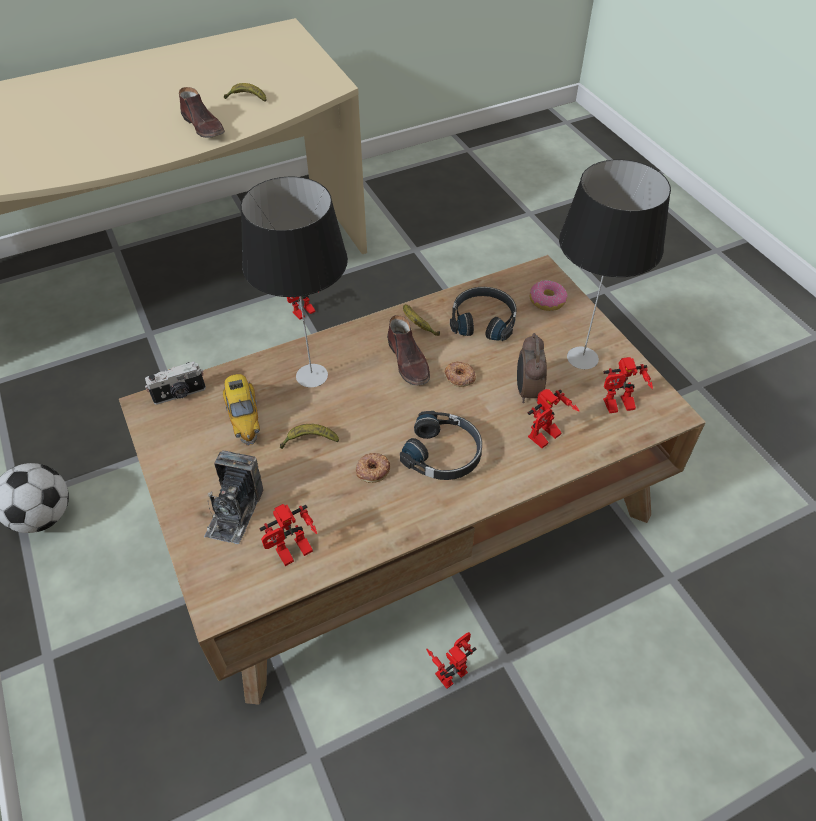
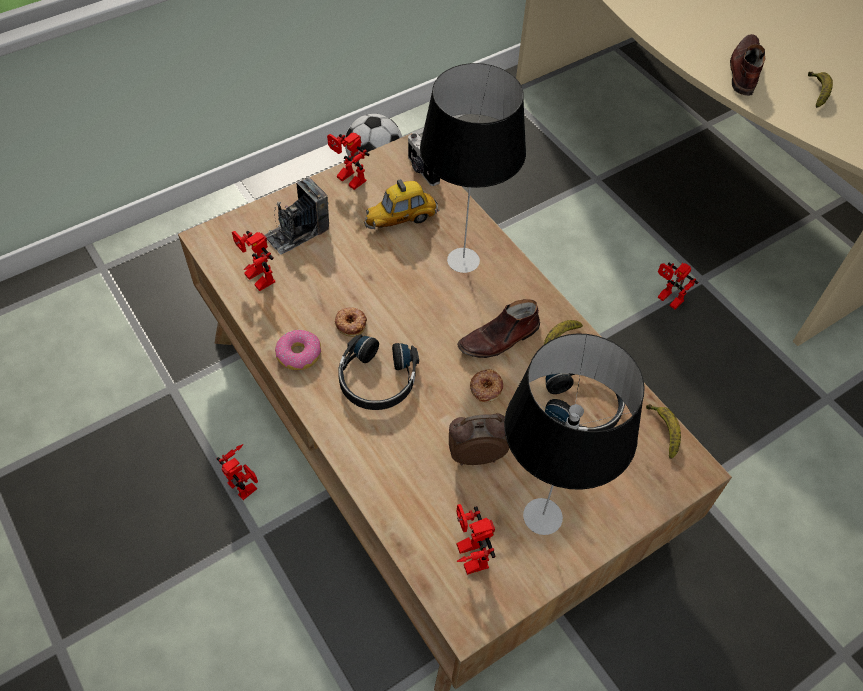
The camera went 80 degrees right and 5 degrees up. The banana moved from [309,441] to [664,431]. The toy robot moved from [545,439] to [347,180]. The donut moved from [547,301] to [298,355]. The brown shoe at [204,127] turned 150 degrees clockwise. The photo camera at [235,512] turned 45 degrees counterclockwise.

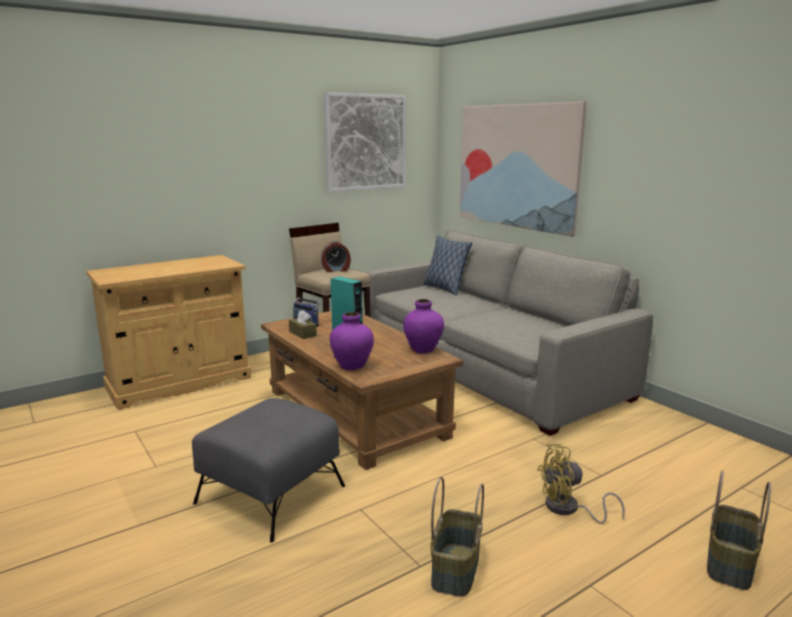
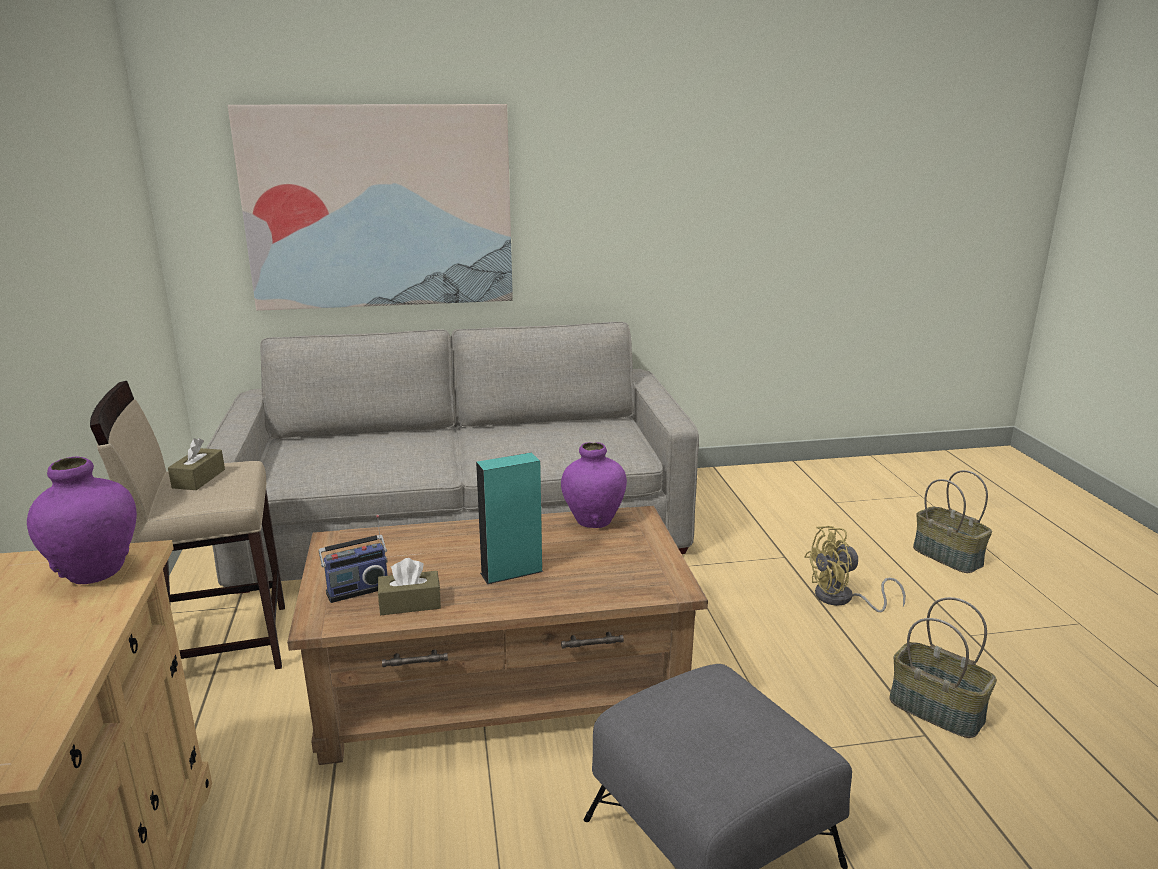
The camera went 65 degrees left and 5 degrees up. The picture at [365,142] disappeared. The pillow at [445,289] disappeared. The purple vase moved from [352,366] to [96,571]. The alarm clock at [336,270] was replaced by the brown tissue box at [199,478]. The yellow fan at [568,509] turned 60 degrees clockwise.

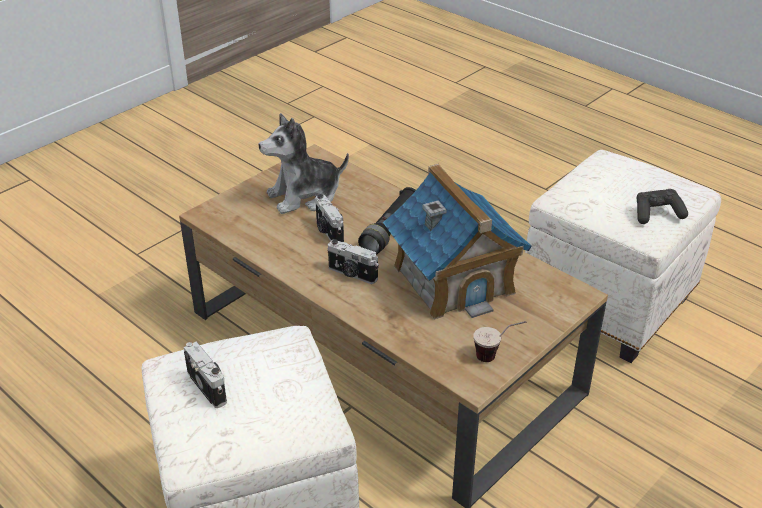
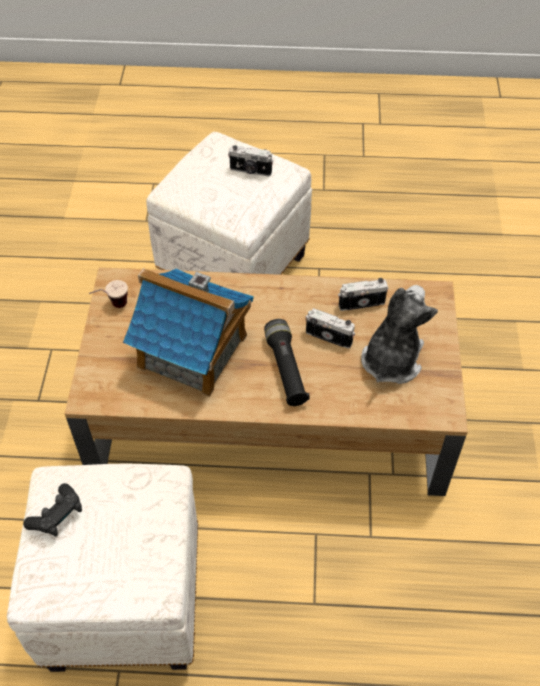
The camera went 140 degrees right and 15 degrees up. The photo camera moved from [352,274] to [361,302].

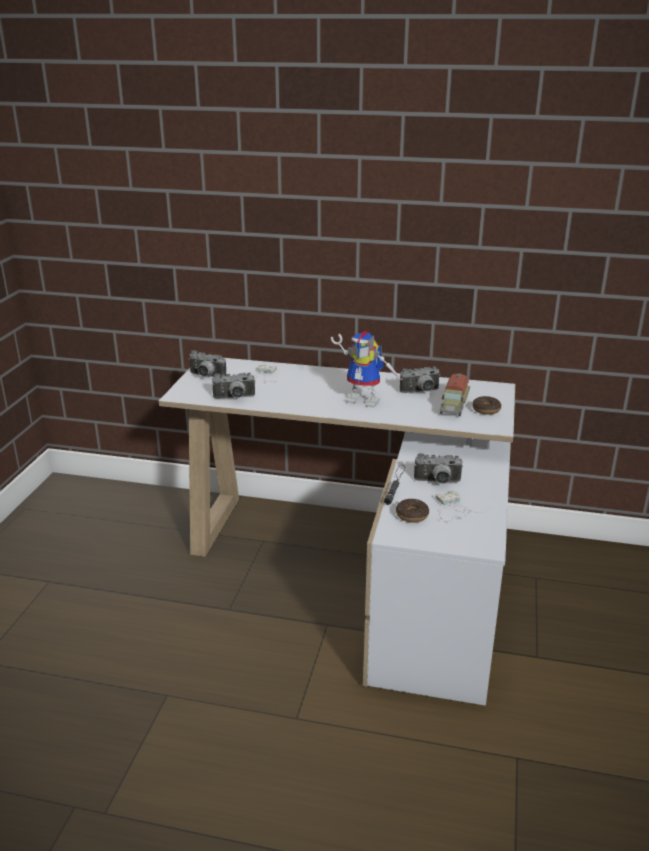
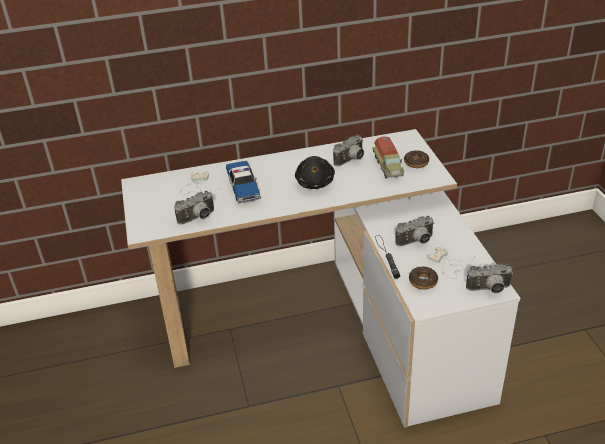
The camera went 25 degrees left and 10 degrees up. The toy car at [243,187] appeared. The photo camera moved from [206,376] to [489,290]. The toy robot at [366,400] was replaced by the black plush toy at [315,183].

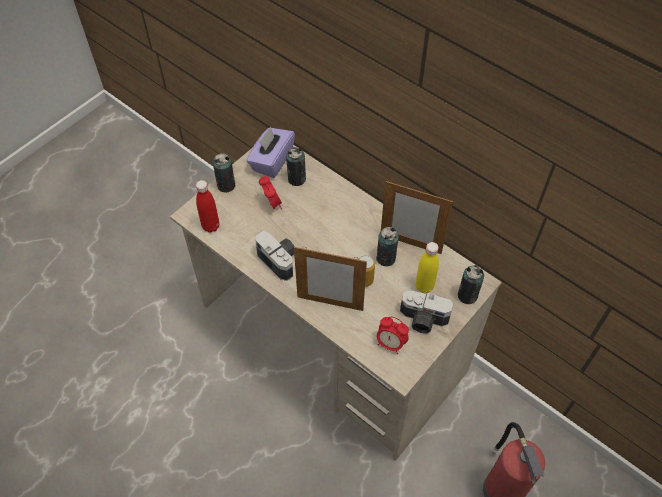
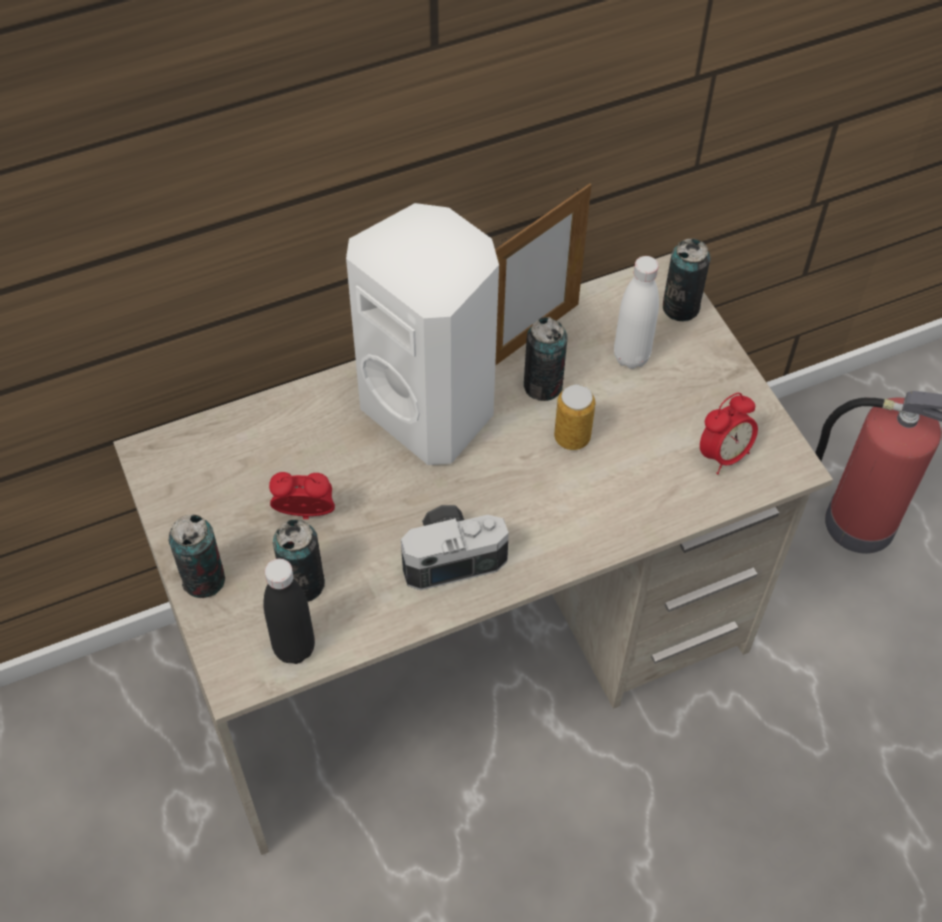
The camera went 65 degrees left and 0 degrees up. The purple tissue box at [272,161] disappeared. The picture frame at [330,303] disappeared. The photo camera at [423,320] disappeared. The white speaker at [431,409] appeared. The can moved from [296,179] to [303,584]. The red bottle at [211,226] became the black bottle at [294,648]. The yellow bottle at [424,286] became the white bottle at [631,356].

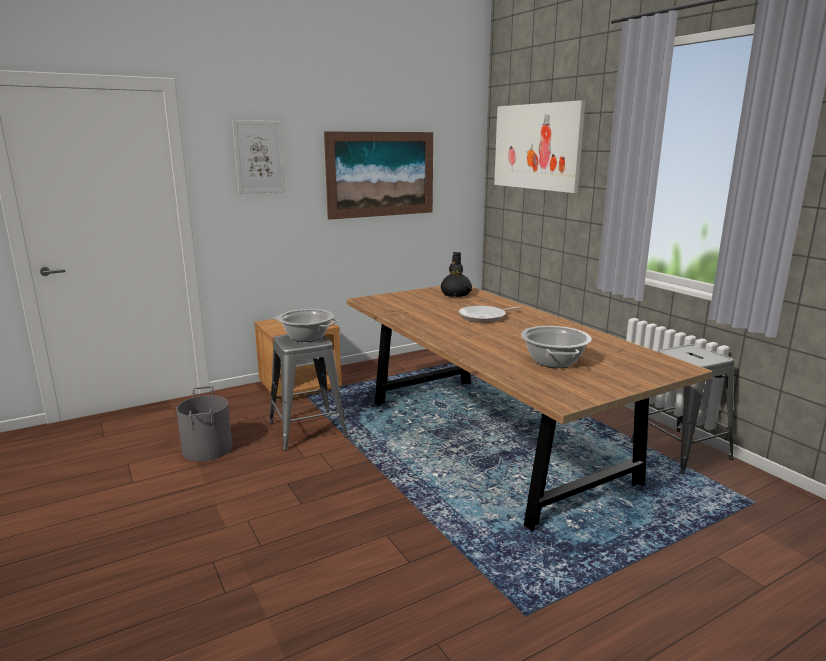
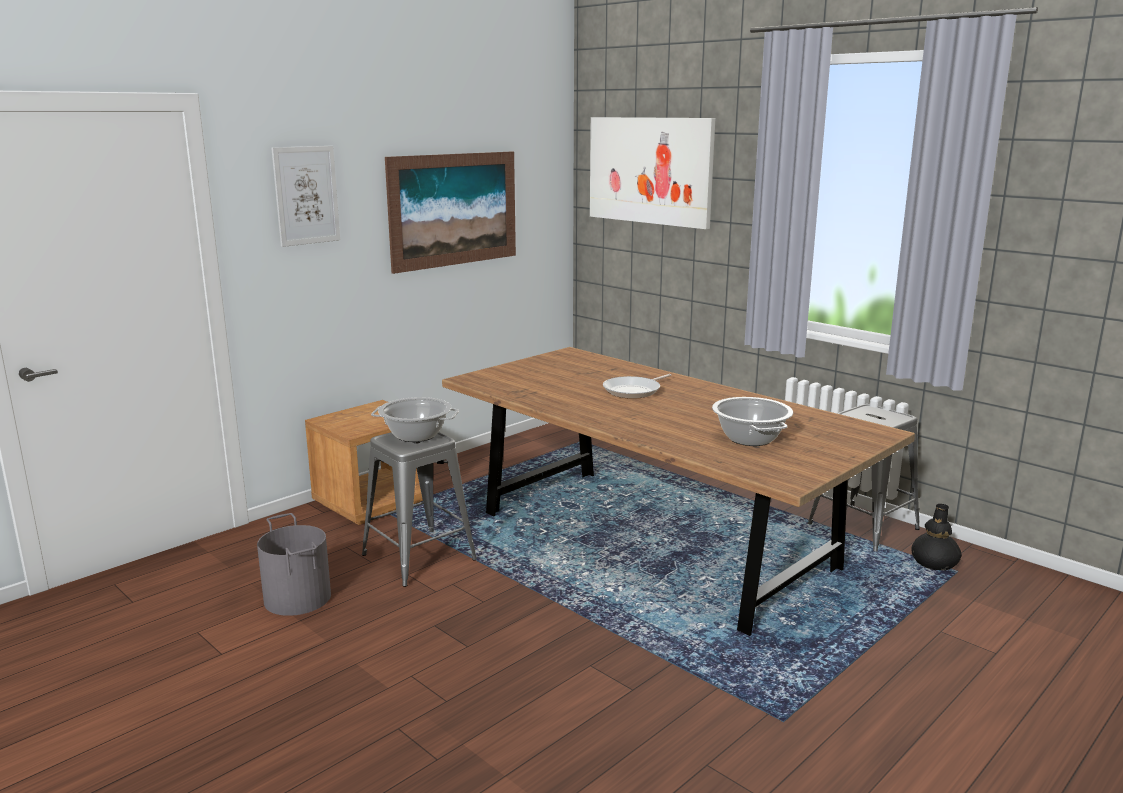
The camera went 15 degrees left and 0 degrees up. The black vase moved from [455,295] to [934,563].

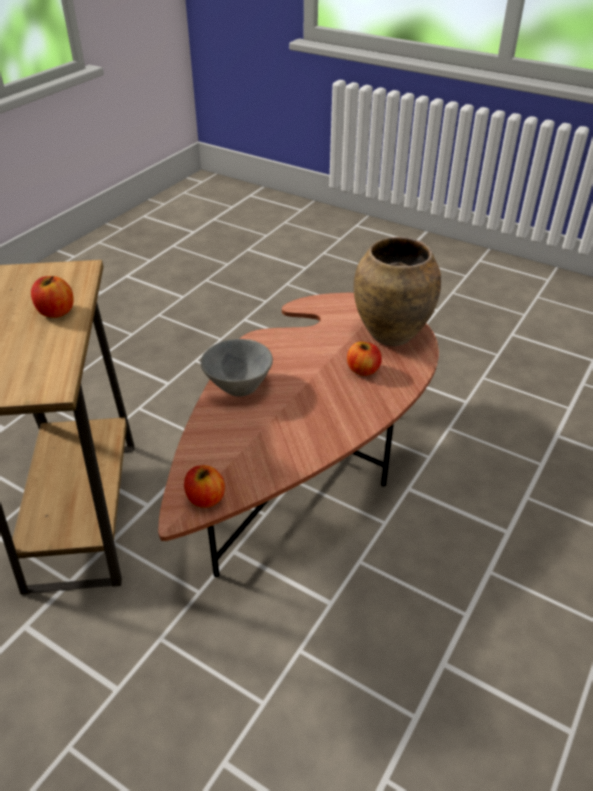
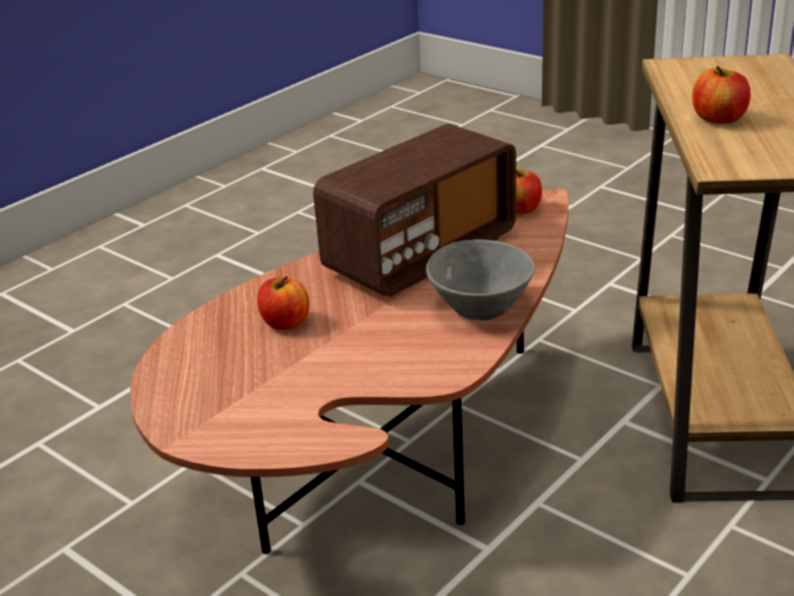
The camera went 170 degrees left and 10 degrees down. The brown vase at [390,334] disappeared. The radio at [420,255] appeared.

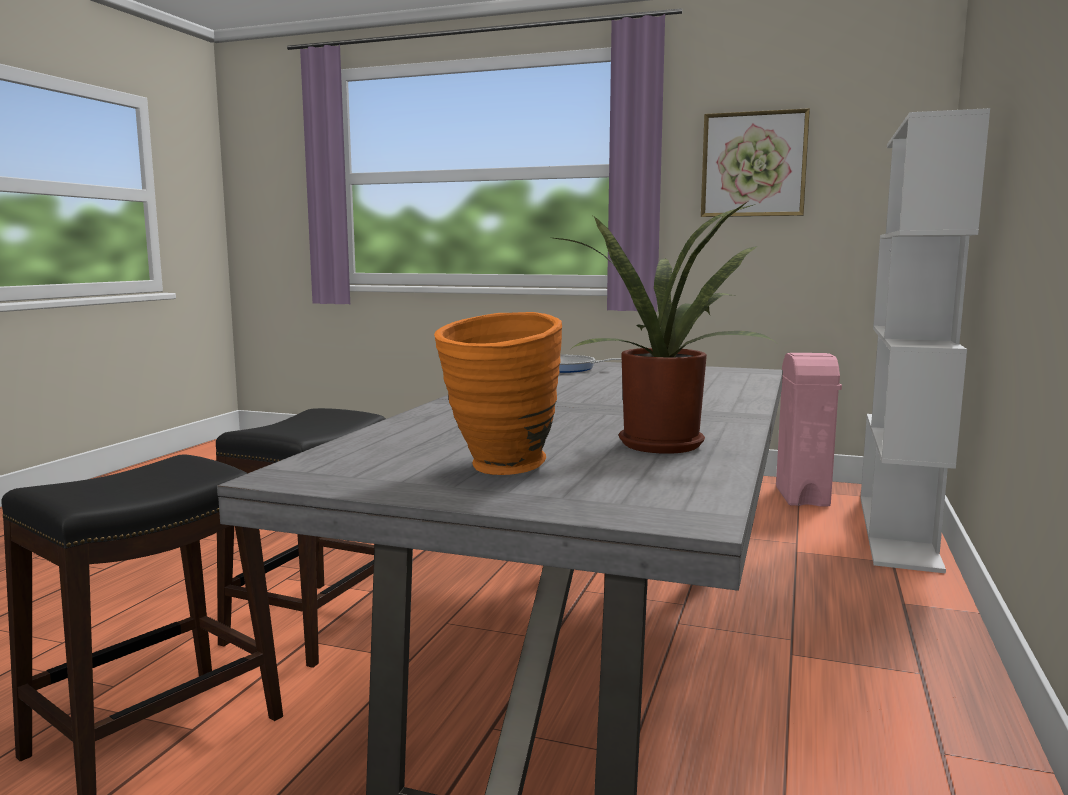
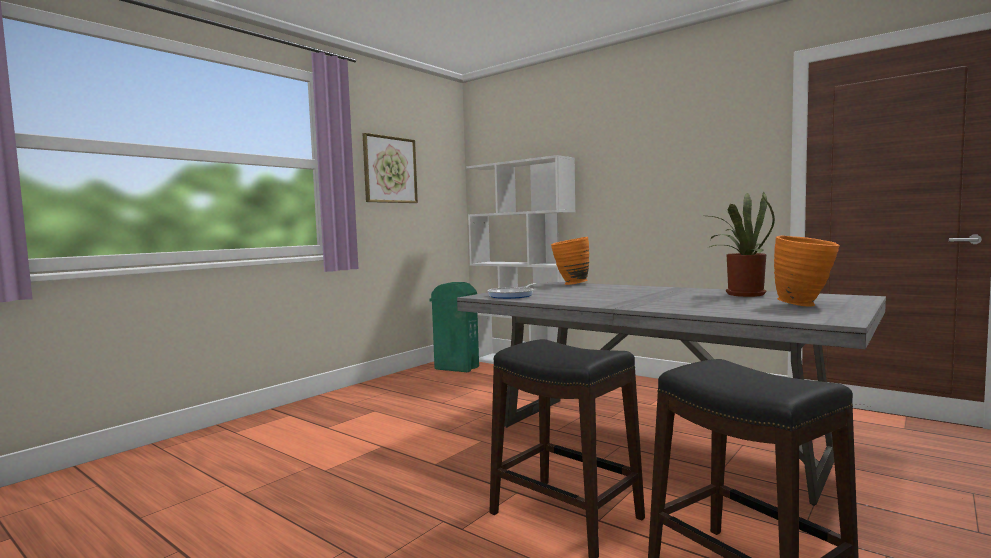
The camera went 70 degrees left and 5 degrees down. The orange vase at [570,284] appeared. The pink trash can at [802,496] became the green trash can at [456,368].

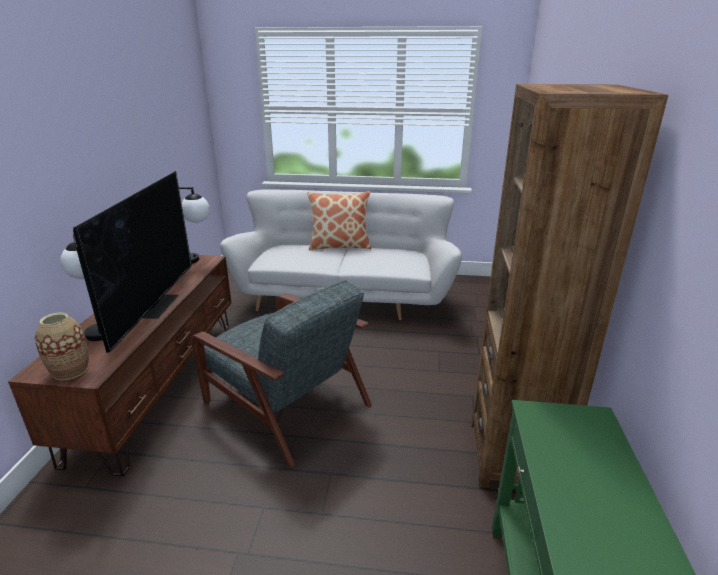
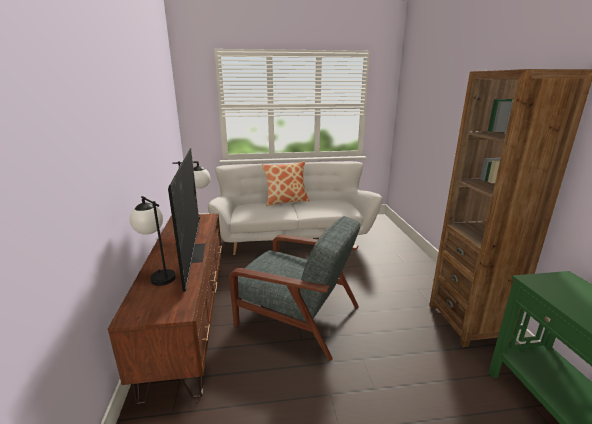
The camera went 15 degrees left and 5 degrees down. The vase at [70,371] disappeared.

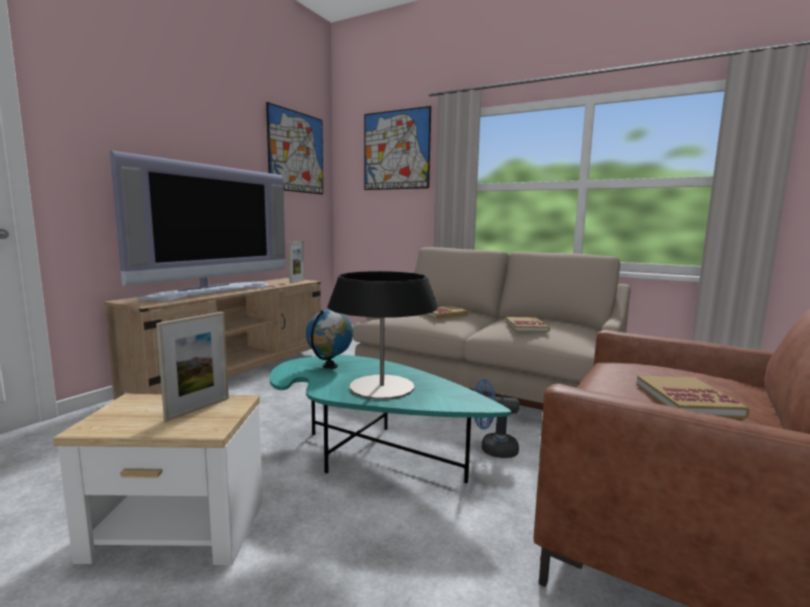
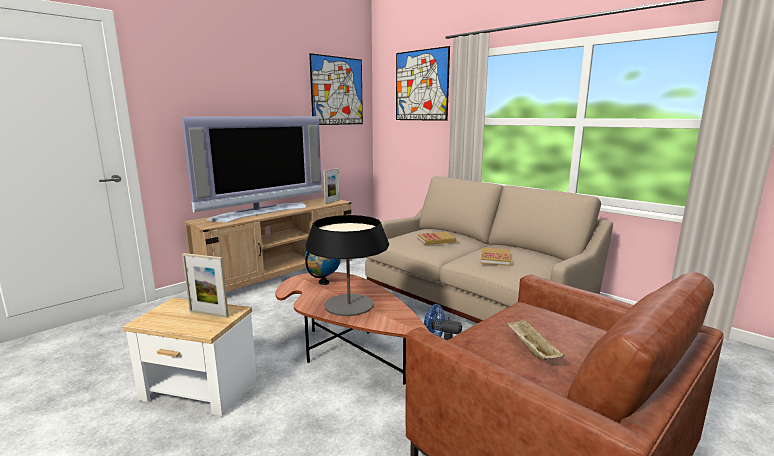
The camera went 15 degrees right and 5 degrees up. The book at [687,400] was replaced by the beige tray at [531,349]. The turquoise coffee table at [370,451] became the brown coffee table at [346,349]. The picture frame at [198,408] turned 60 degrees clockwise.

